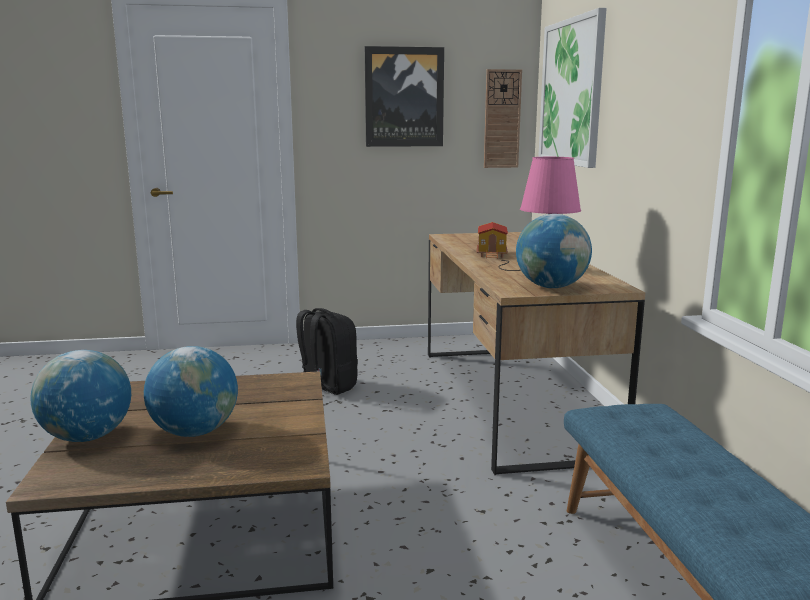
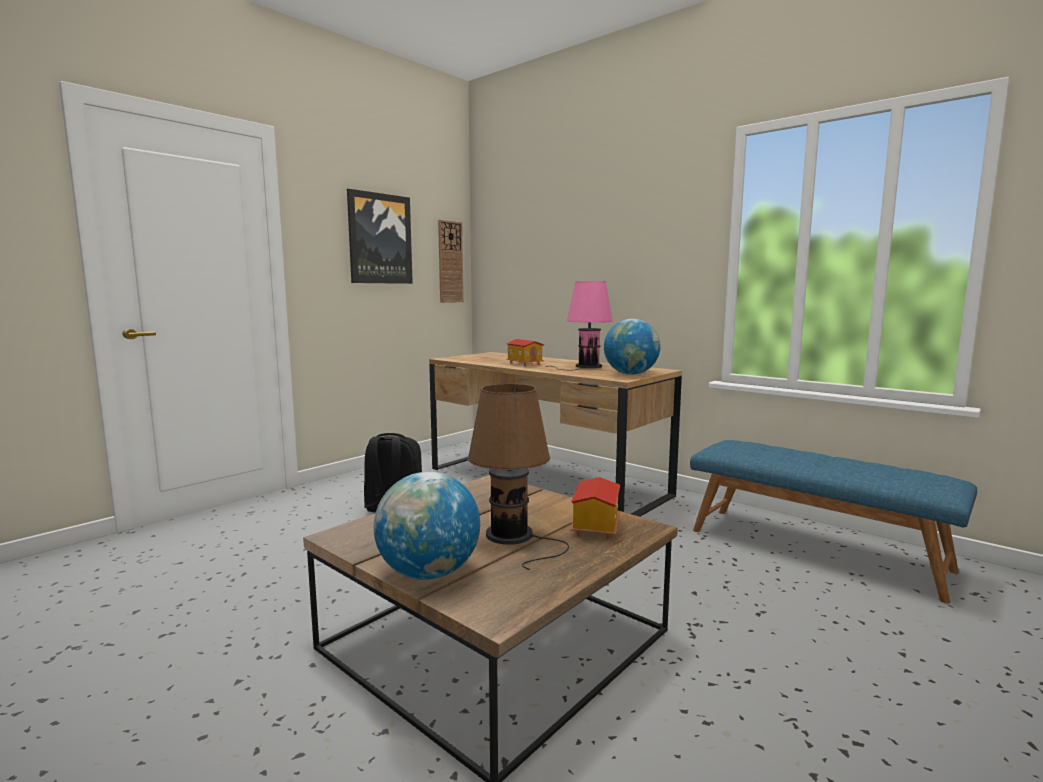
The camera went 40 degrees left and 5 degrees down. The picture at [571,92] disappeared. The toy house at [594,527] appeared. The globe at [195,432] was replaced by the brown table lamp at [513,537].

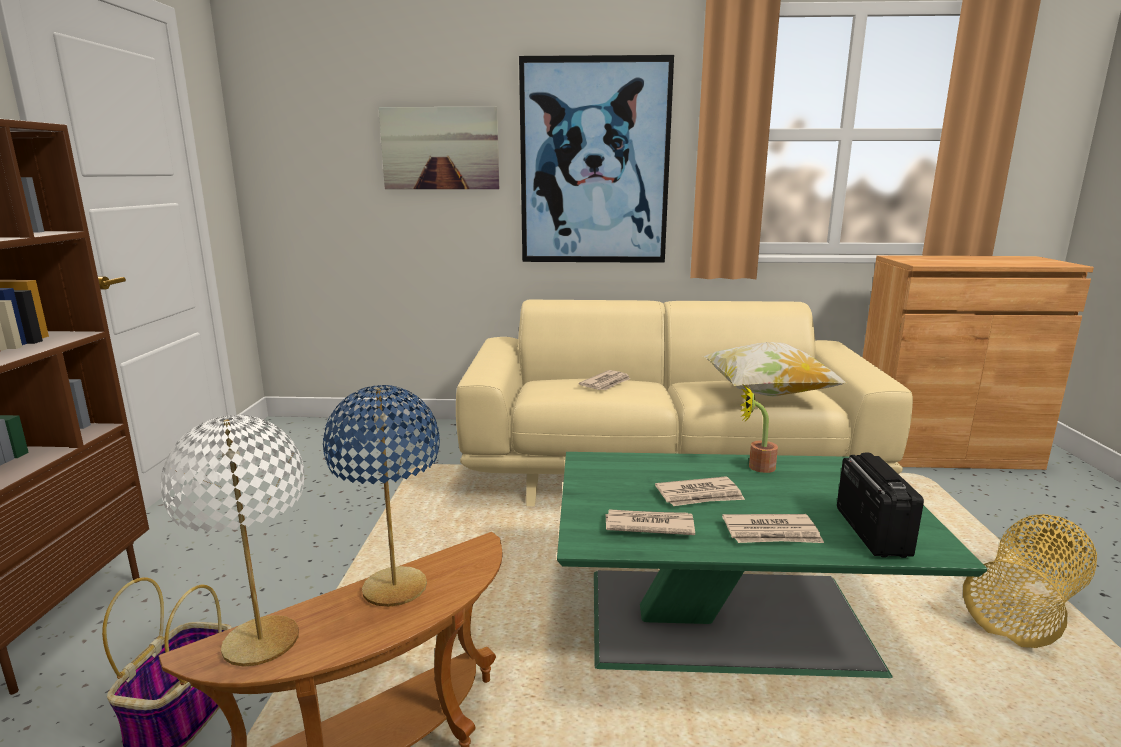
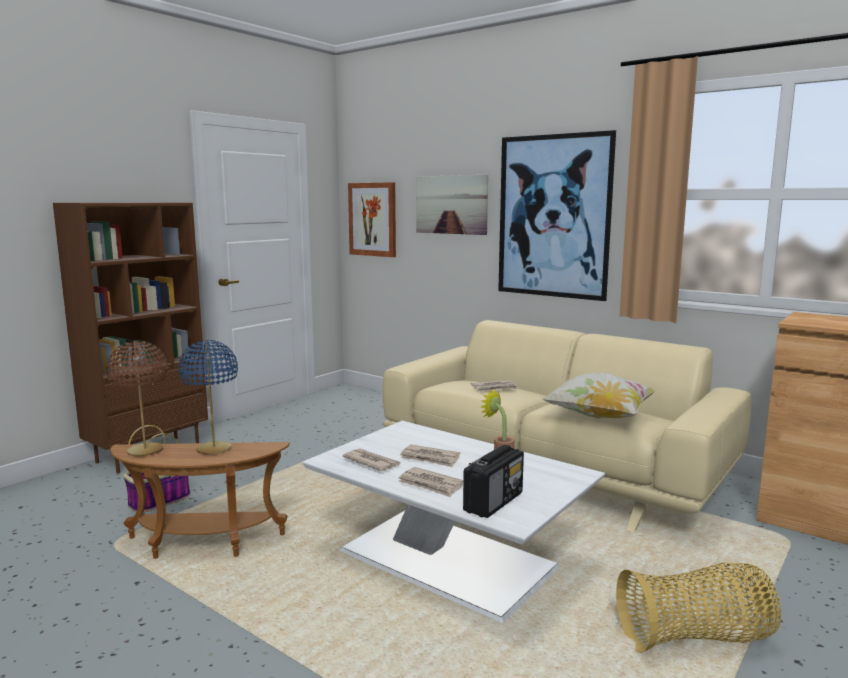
The camera went 35 degrees right and 5 degrees down. The picture at [373,219] appeared. The white table lamp at [260,643] became the brown table lamp at [145,450]. The green coffee table at [731,620] became the white coffee table at [451,560].

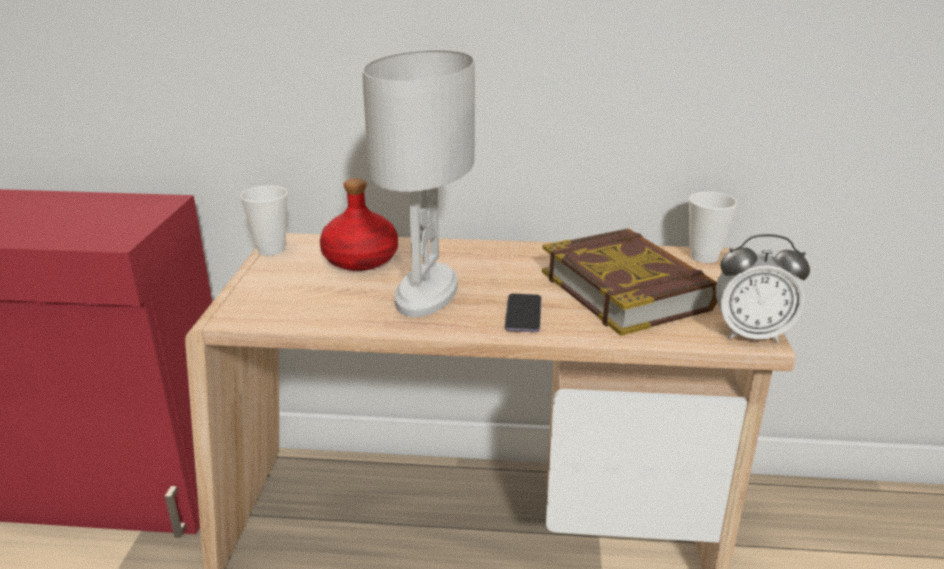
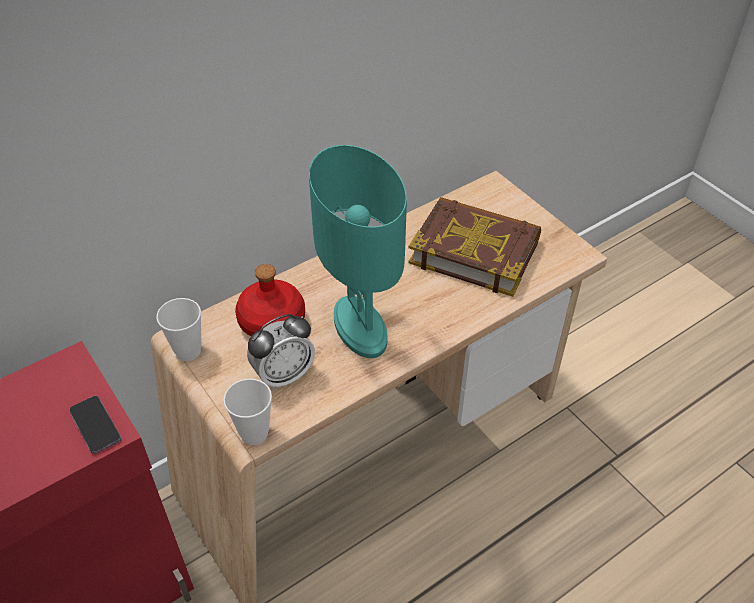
The camera went 40 degrees left and 20 degrees up. The phone moved from [523,315] to [95,425]. The cup moved from [704,257] to [254,434]. The alarm clock moved from [751,334] to [284,375]. The white table lamp at [426,292] became the turquoise table lamp at [359,328].

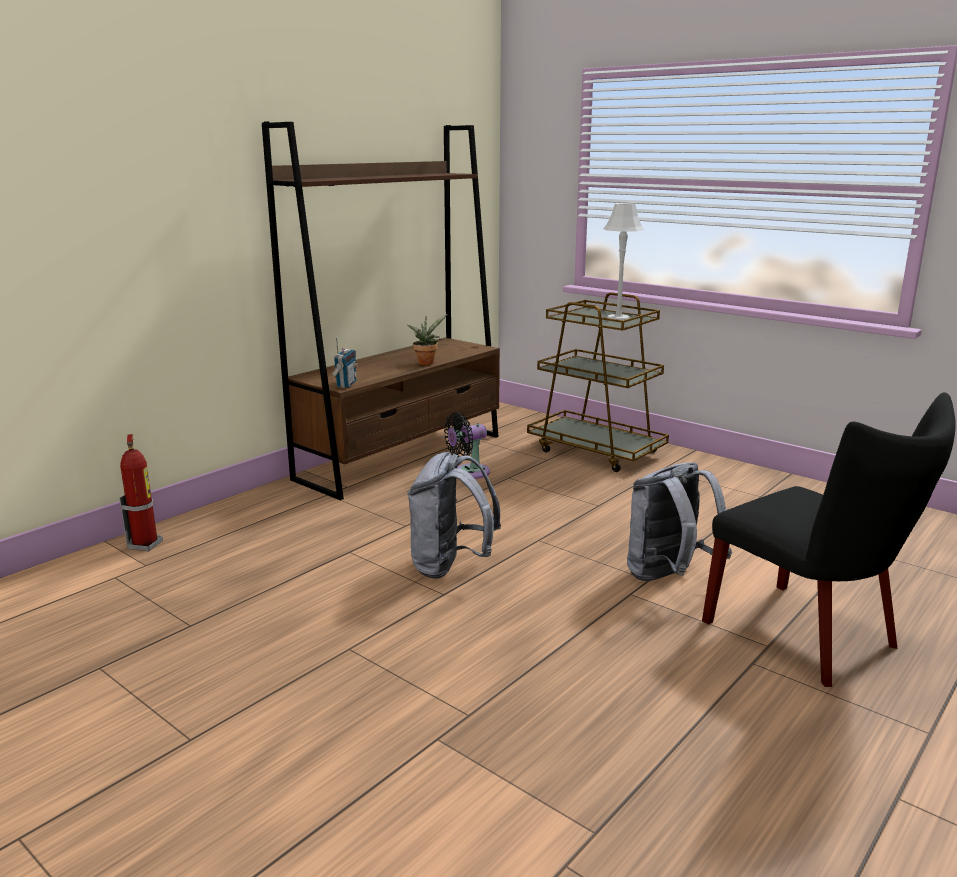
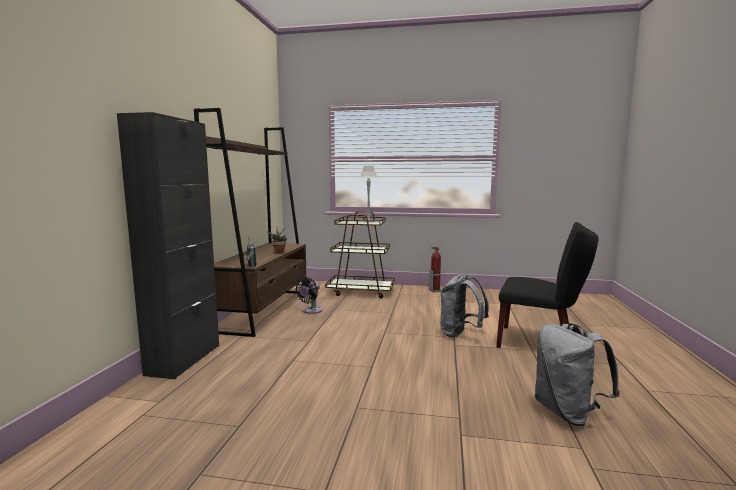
The camera went 30 degrees left and 10 degrees down. The black cabinet at [184,360] appeared. The fire extinguisher moved from [146,544] to [435,290]. The grey backpack moved from [450,567] to [568,413].

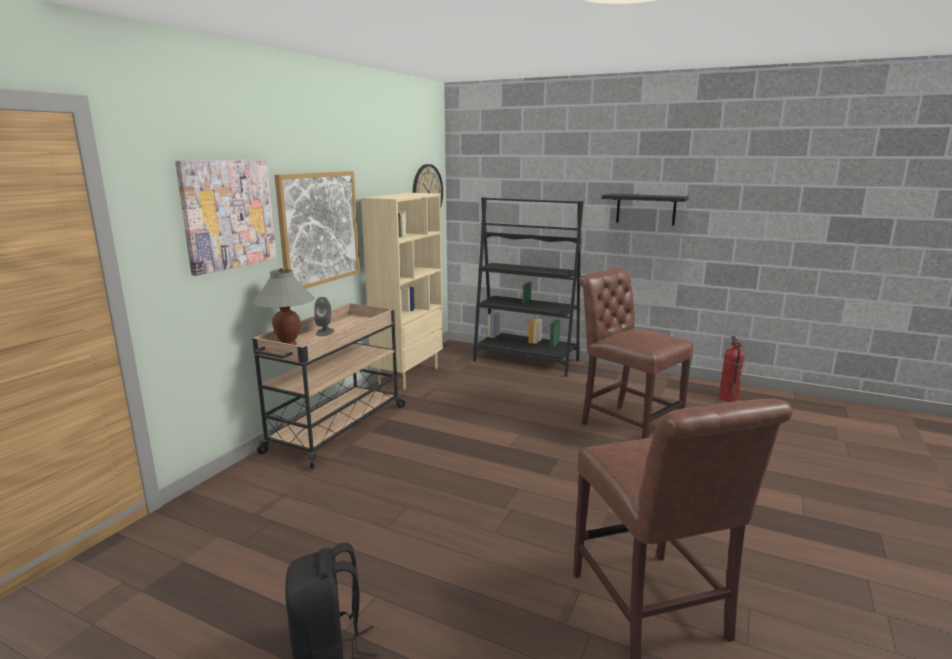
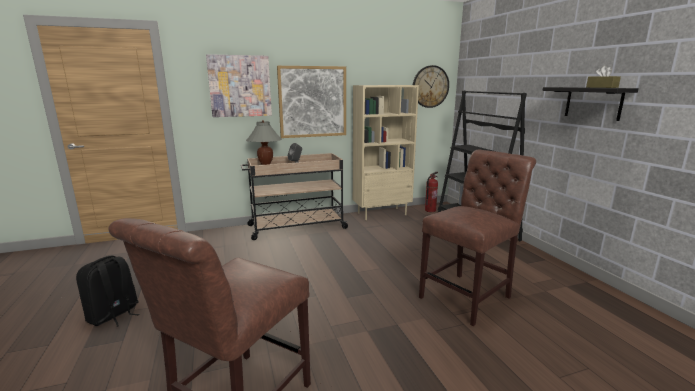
The camera went 45 degrees right and 0 degrees up. The brown tissue box at [602,87] appeared. The fire extinguisher moved from [727,398] to [430,210]. The brown chair at [626,424] turned 45 degrees clockwise.

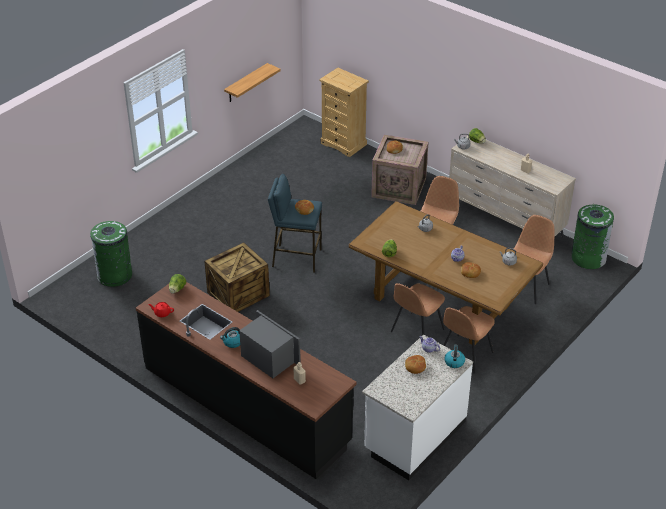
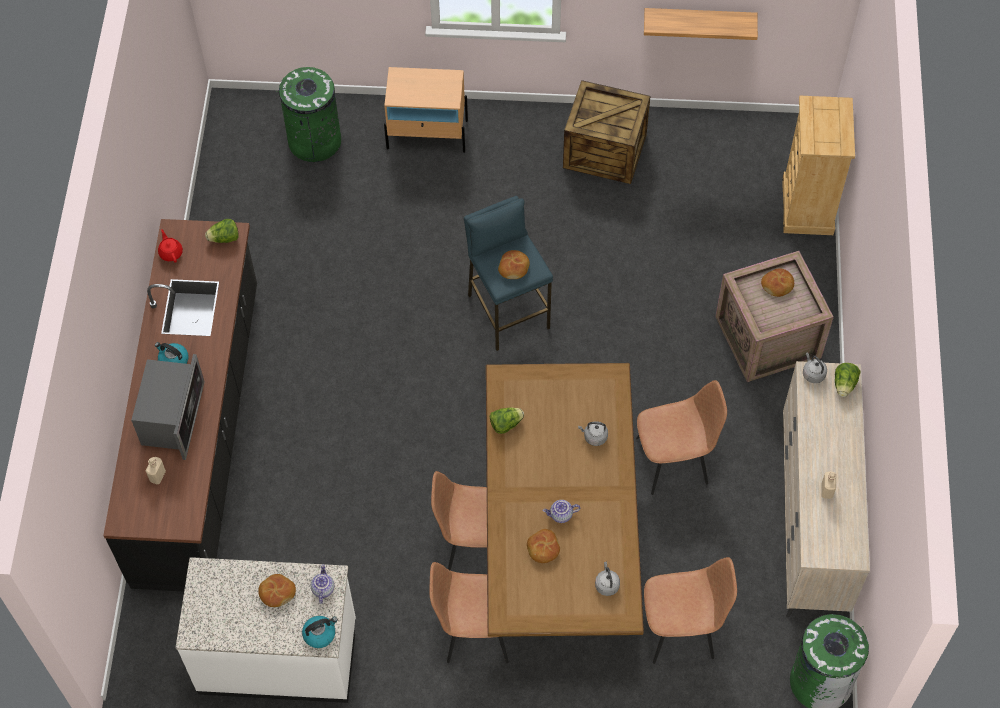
The camera went 55 degrees right and 20 degrees up. The beige nightstand at [427,134] appeared. The crate moved from [238,293] to [605,150].

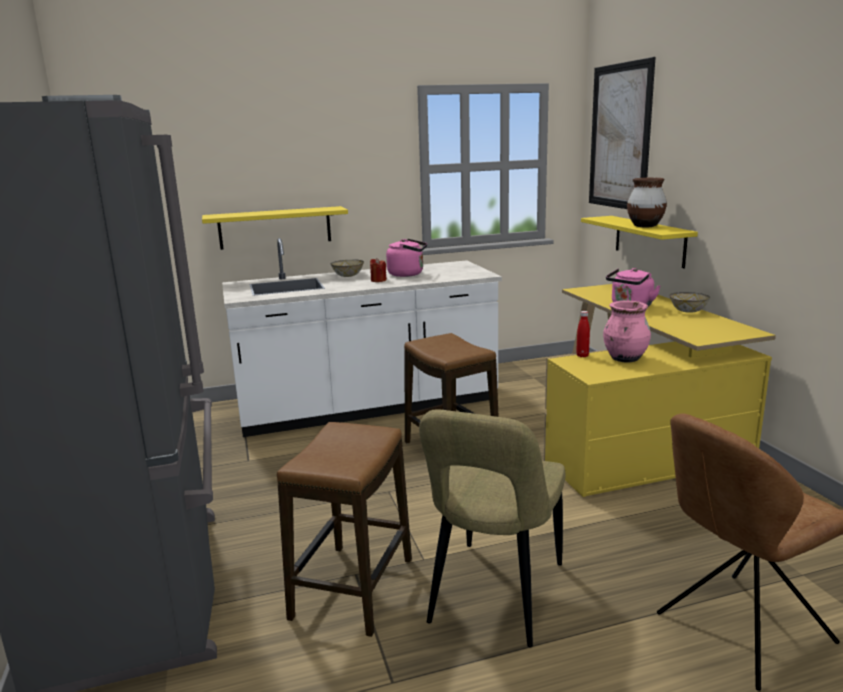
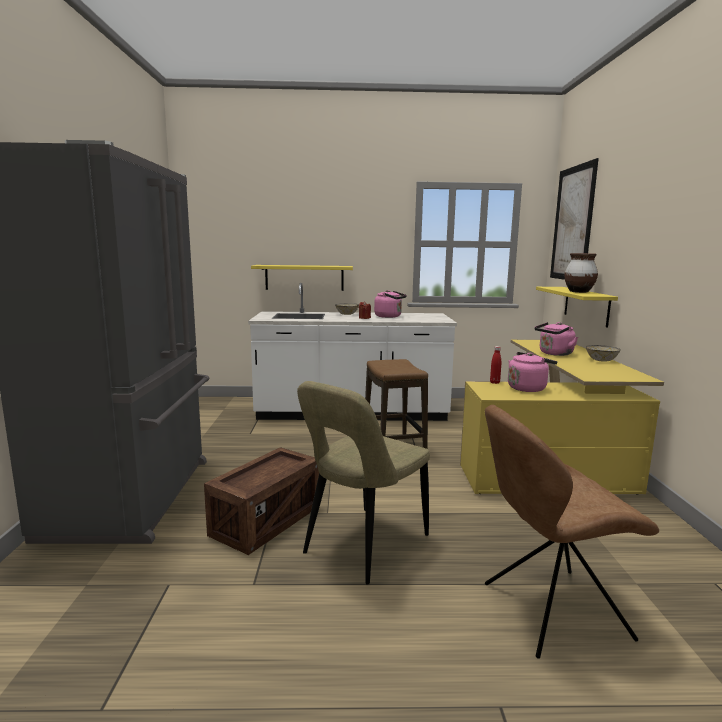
The camera went 15 degrees right and 5 degrees down. The stool at [353,588] was replaced by the crate at [266,521]. The pink vase at [625,359] was replaced by the pink kettle at [528,388].

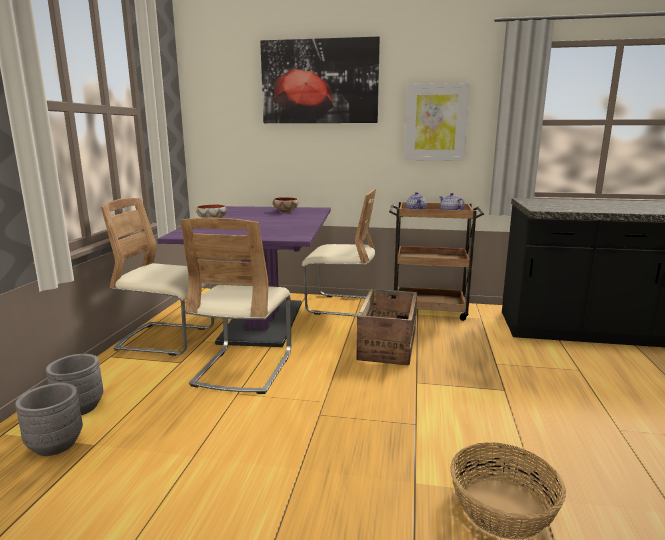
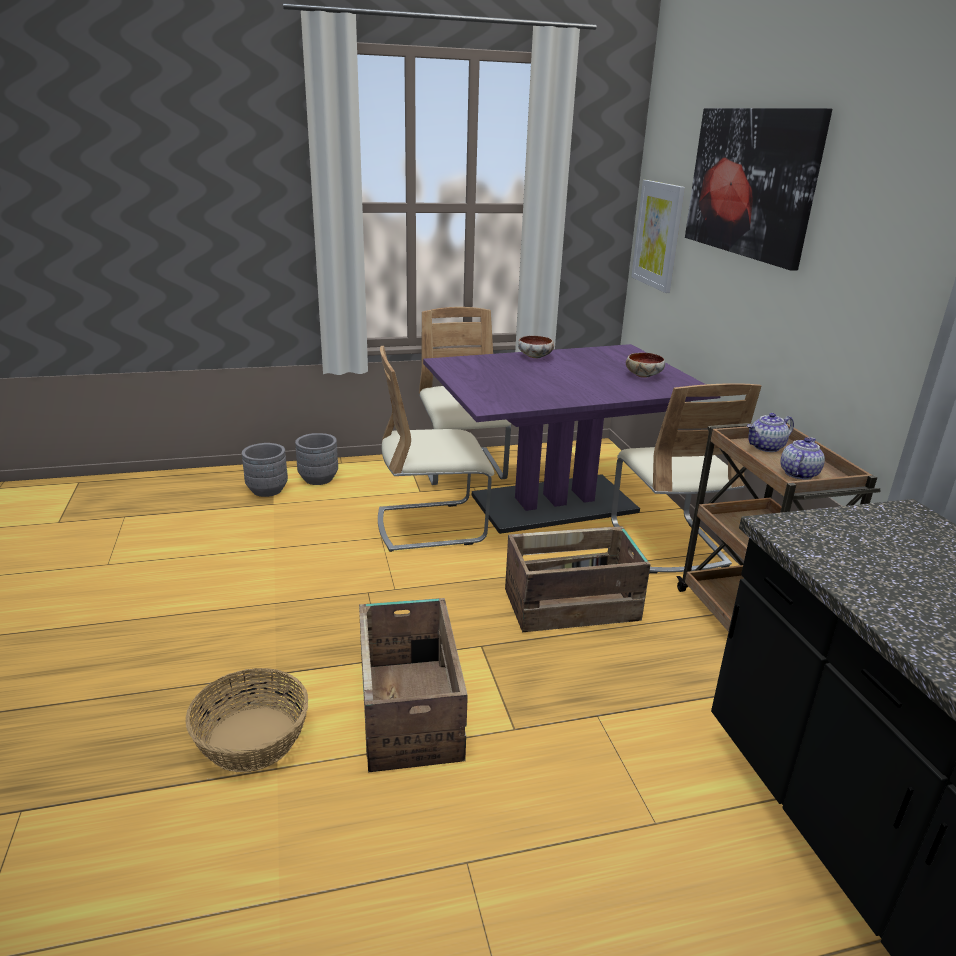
The camera went 65 degrees right and 10 degrees up. The crate at [410,709] appeared. The picture moved from [435,122] to [658,235].

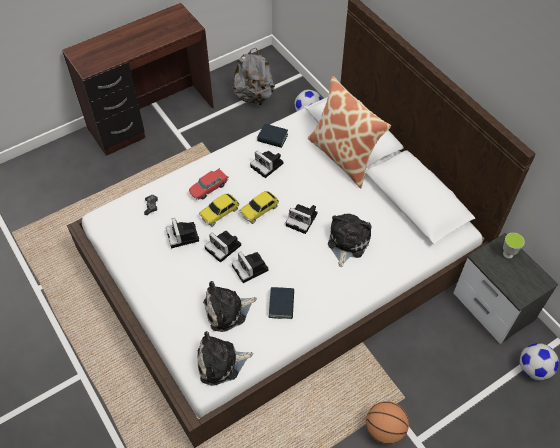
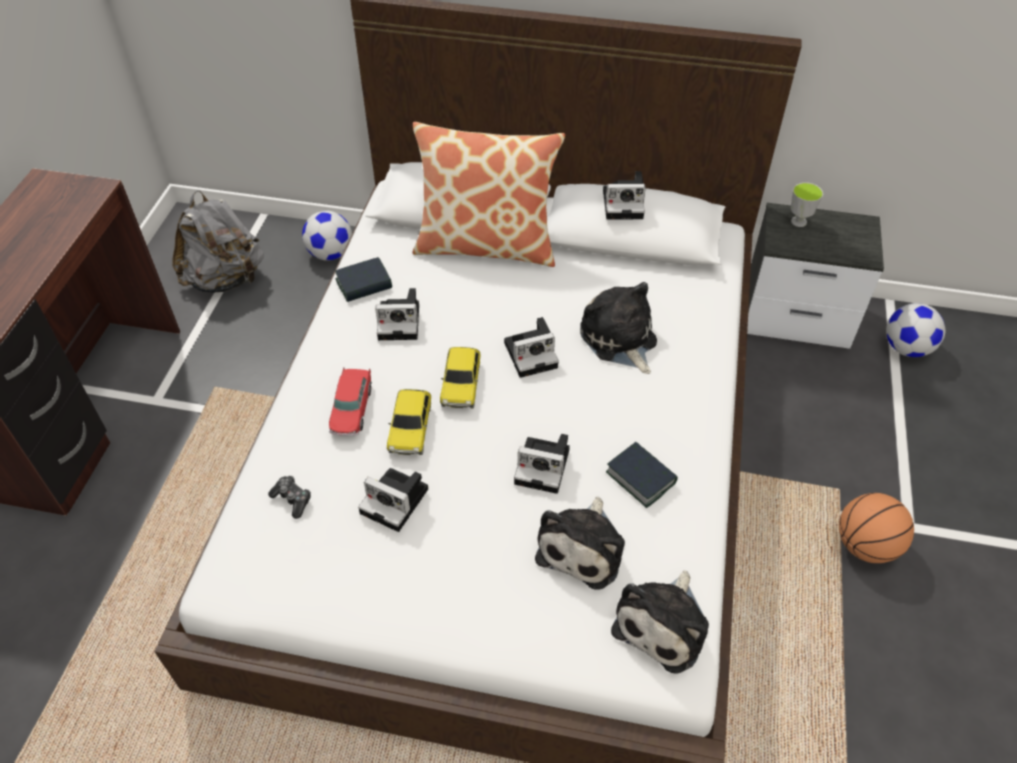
The camera went 45 degrees left and 5 degrees down. The photo camera moved from [224,247] to [625,204].

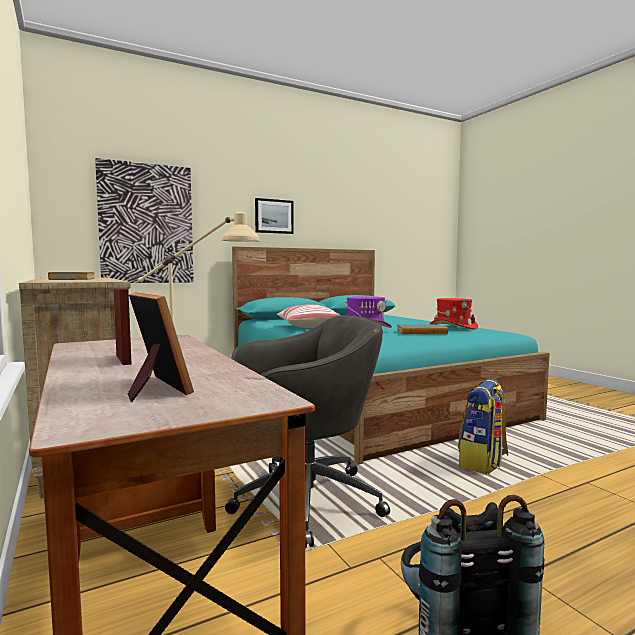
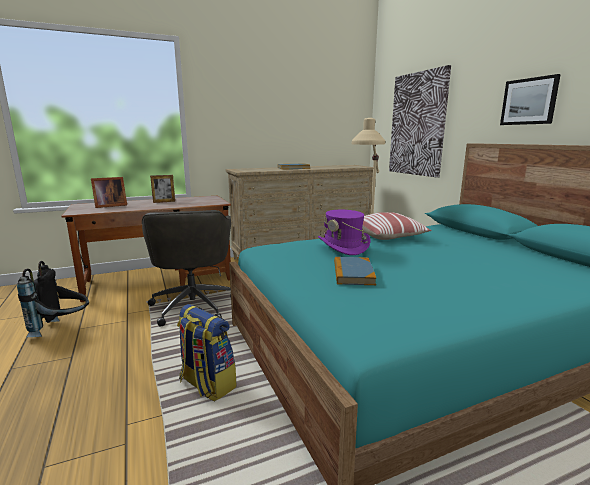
The camera went 95 degrees right and 10 degrees up. The red hat at [453,327] disappeared.

